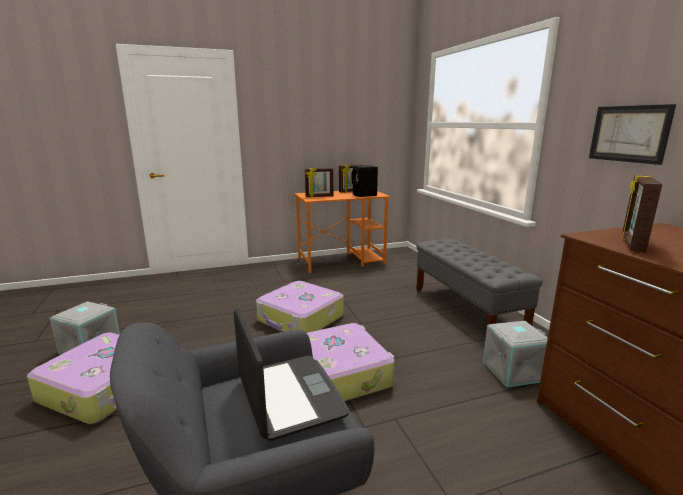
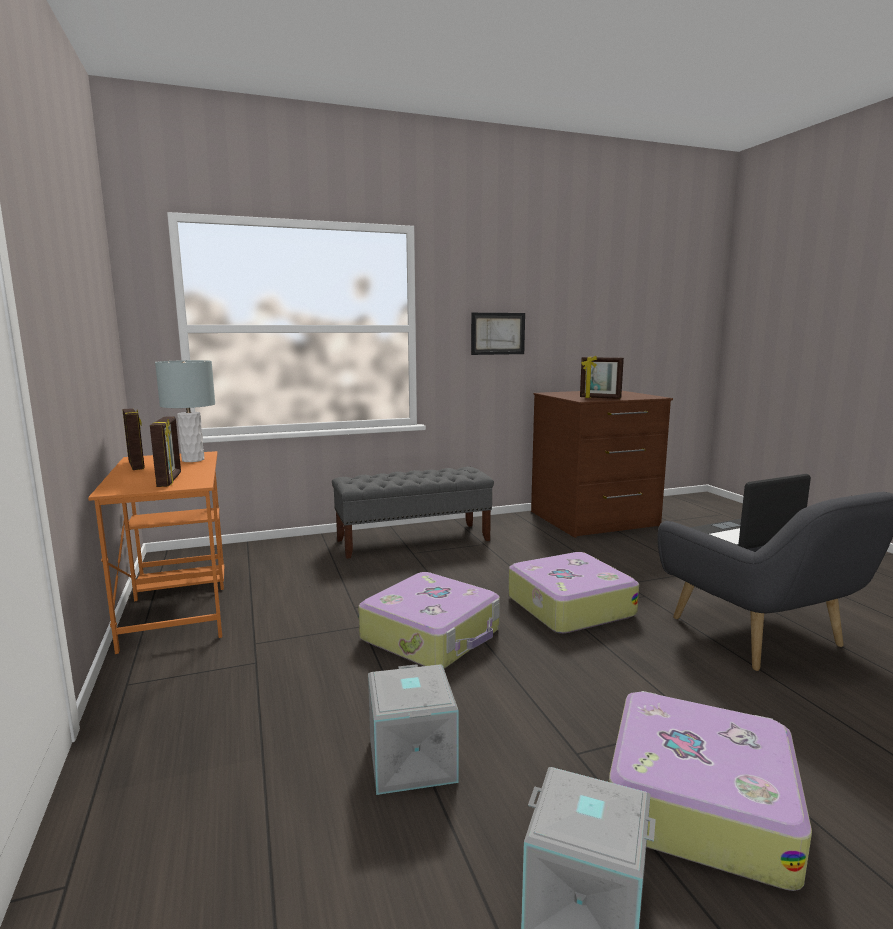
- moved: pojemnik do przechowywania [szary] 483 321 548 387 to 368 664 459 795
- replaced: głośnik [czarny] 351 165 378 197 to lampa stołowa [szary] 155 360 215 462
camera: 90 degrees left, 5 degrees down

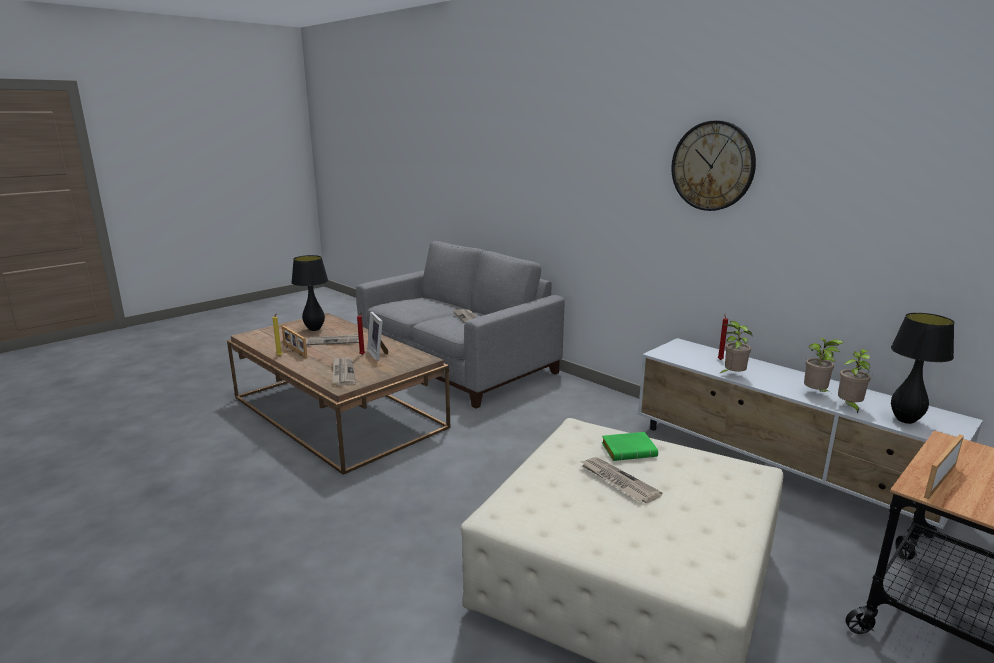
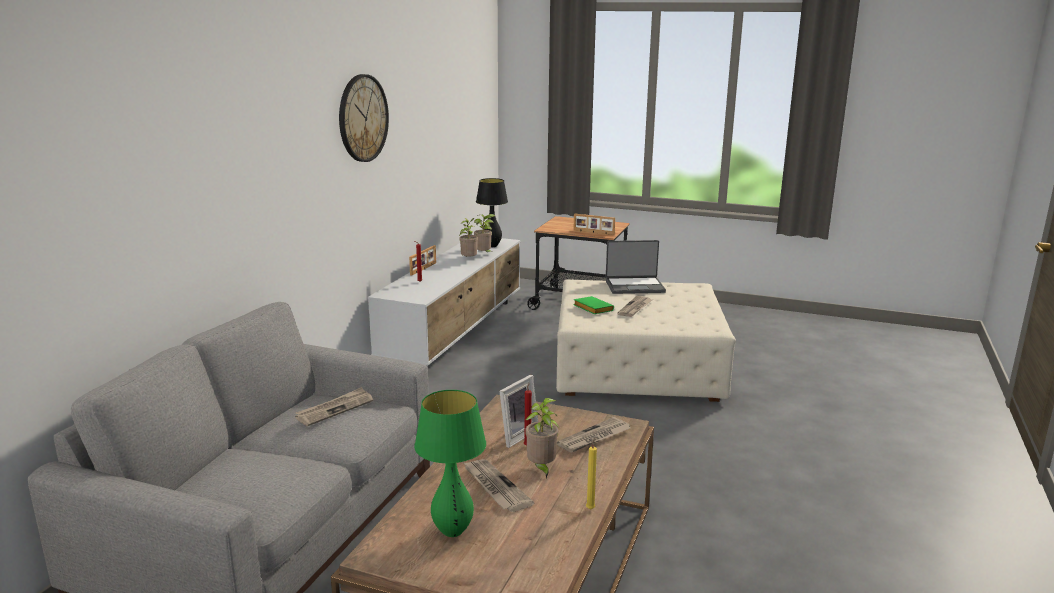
- added: laptop 606 240 666 294
- moved: ramka na zdjęcie 282 325 308 359 to 409 245 436 276
- moved: roślina doniczkowa 719 321 753 374 to 525 398 559 478
- recoloured: lampa stołowa [czarny] 291 255 328 331 to lampa stołowa [zielony] 414 390 486 537
camera: 115 degrees left, 0 degrees up

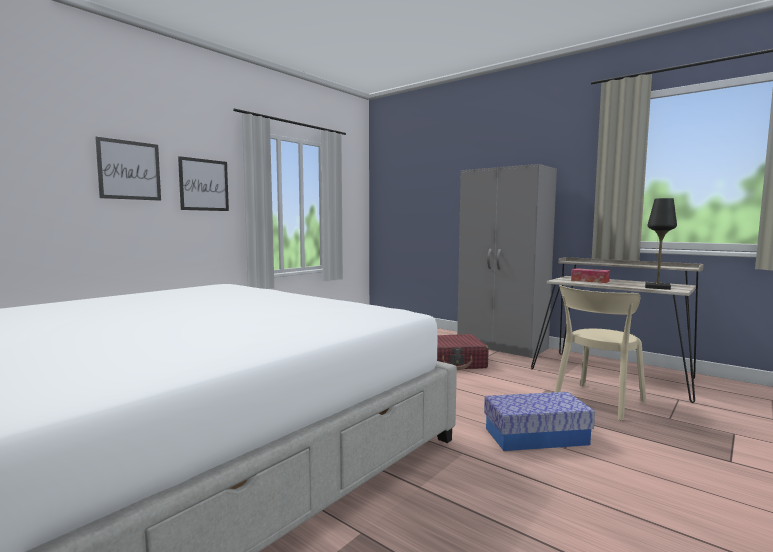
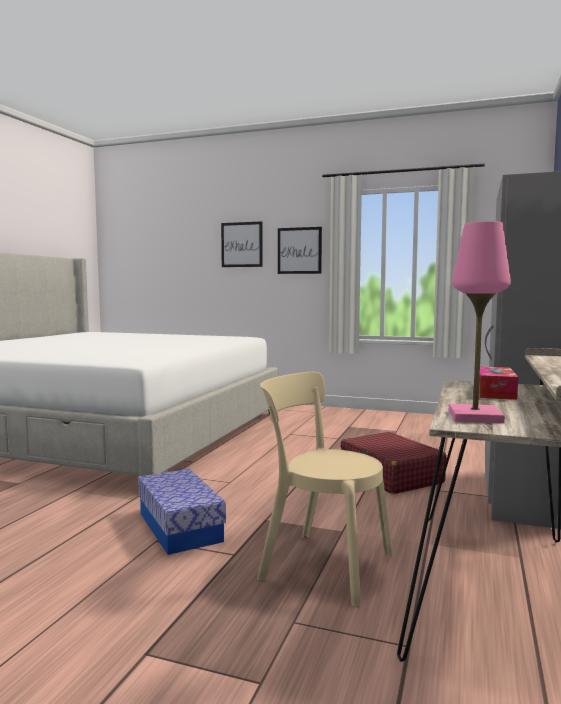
- recoloured: lampa stołowa [czarny] 645 198 677 290 to lampa stołowa [różowy] 449 221 511 423
camera: 70 degrees right, 0 degrees up

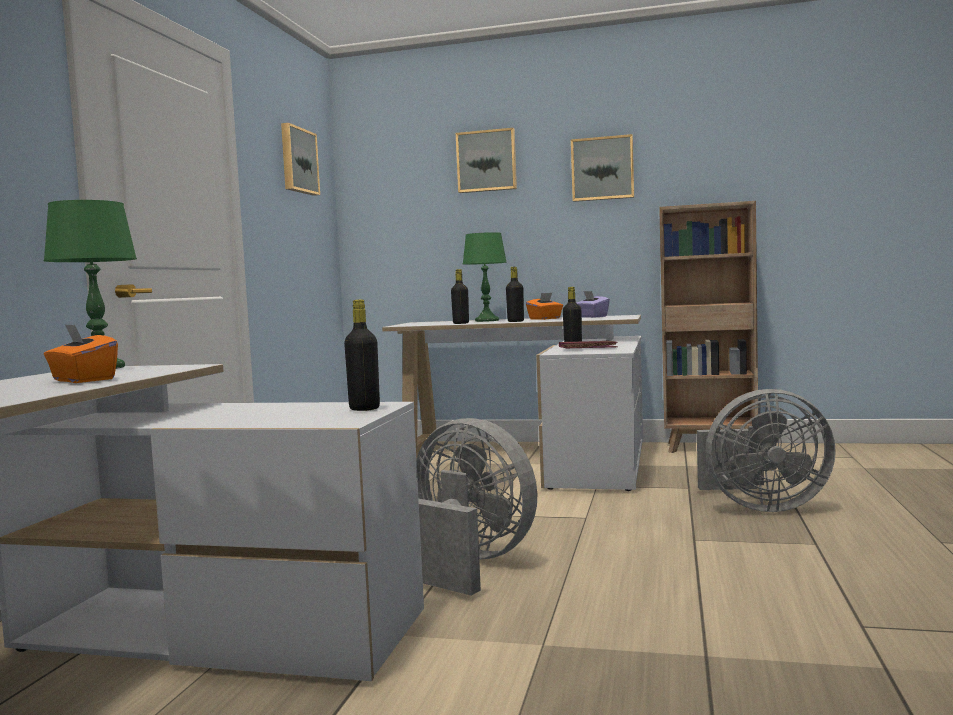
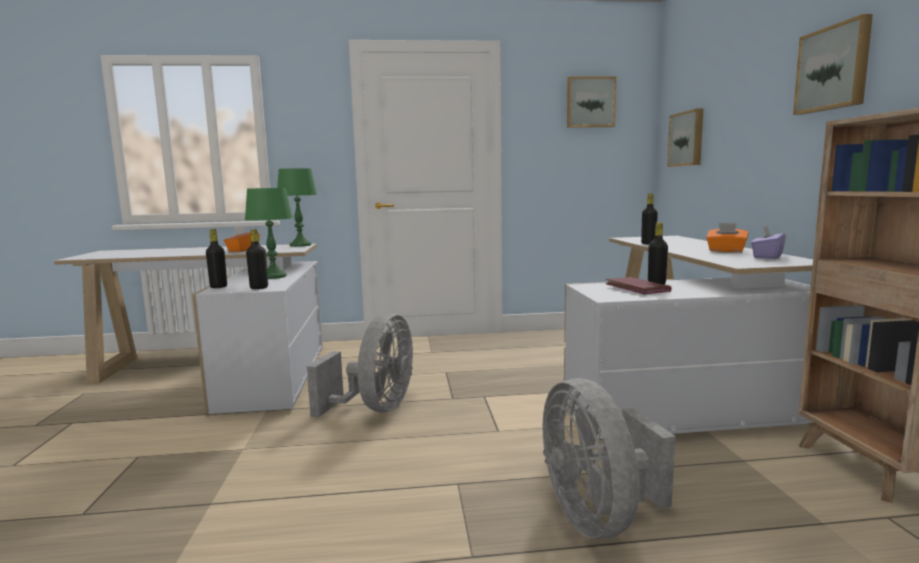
- moved: obraz 456 128 517 193 to 667 108 704 167
- moved: lampa stołowa [zielony] 463 232 507 322 to 245 188 293 279
- moved: butelka [czarny] 506 267 524 322 to 206 229 227 288
camera: 70 degrees right, 5 degrees up

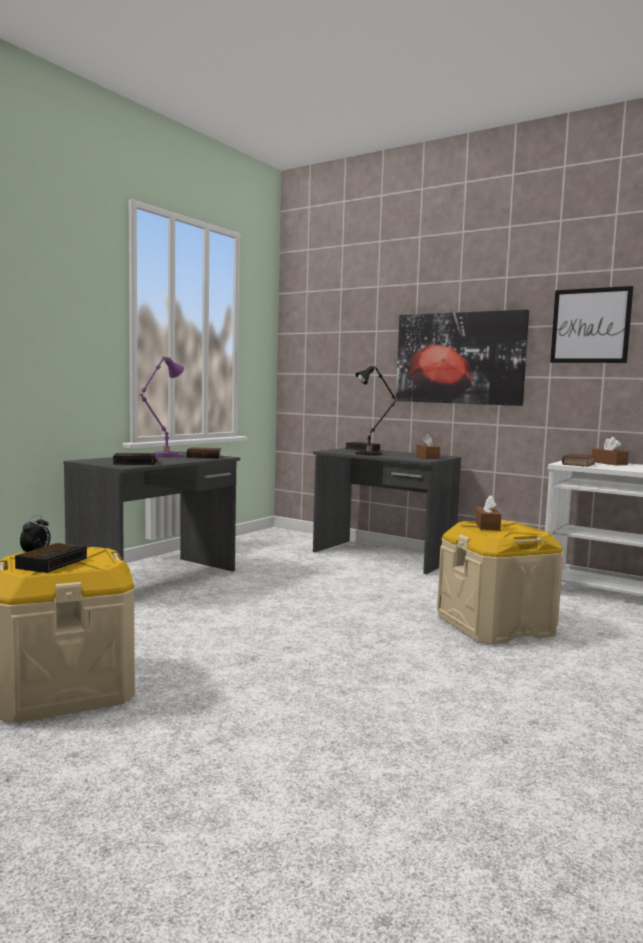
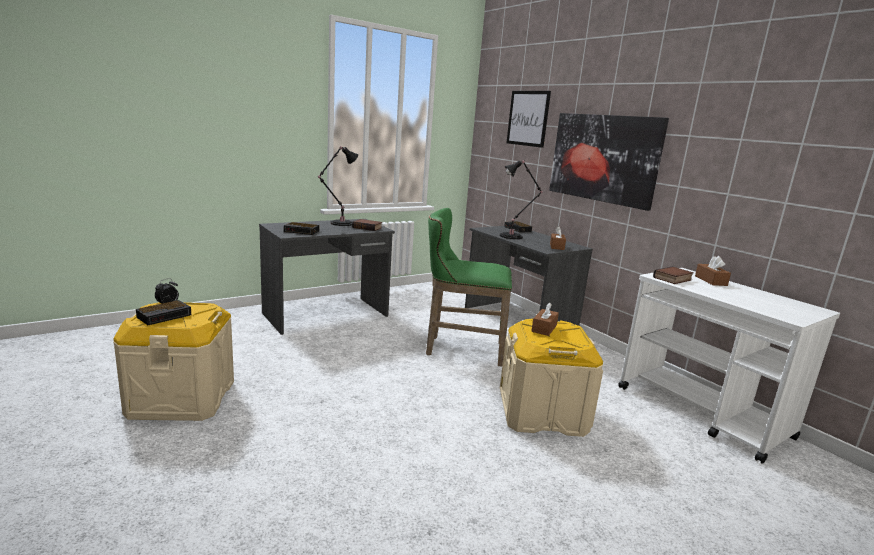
- added: stołek [zielony] 426 208 512 367
- moved: obraz 550 286 634 363 to 506 91 551 148
- recoloured: lampa stołowa [fioletowy] 139 356 184 457 to lampa stołowa [czarny] 318 146 358 226
camera: 20 degrees right, 10 degrees up

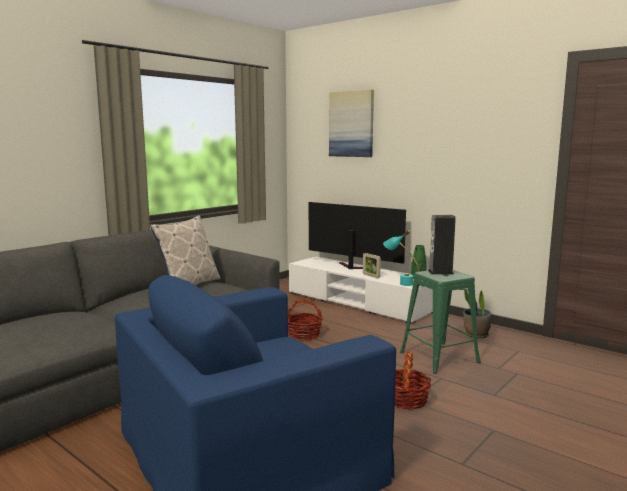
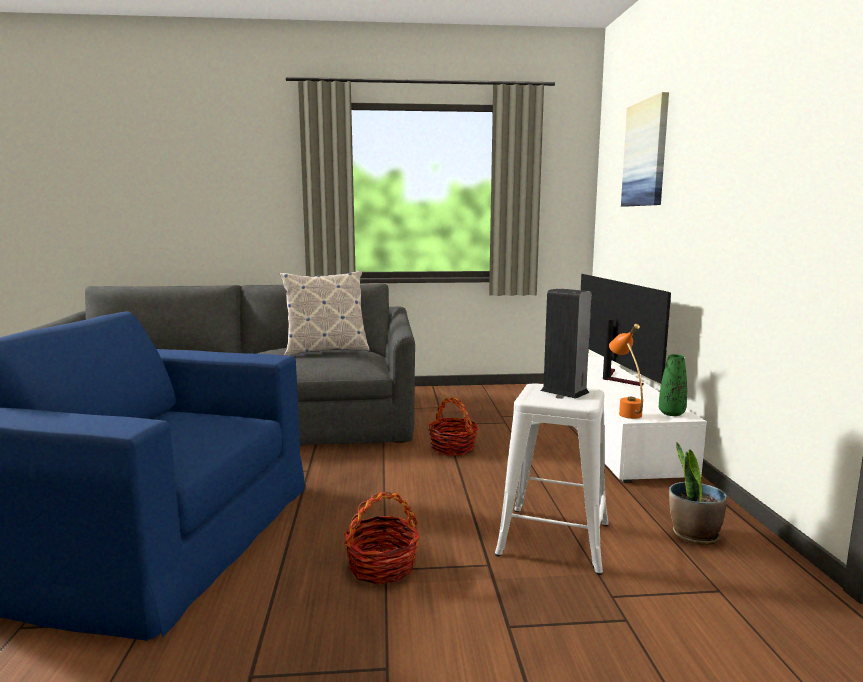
- removed: ramka na zdjęcie 363 253 381 278
- recoloured: lampa stołowa [turkusowy] 383 230 420 286 to lampa stołowa [pomarańczowy] 609 324 643 419
- recoloured: stołek [zielony] 400 270 481 374 to stołek [biały] 494 383 609 575
camera: 45 degrees right, 0 degrees up

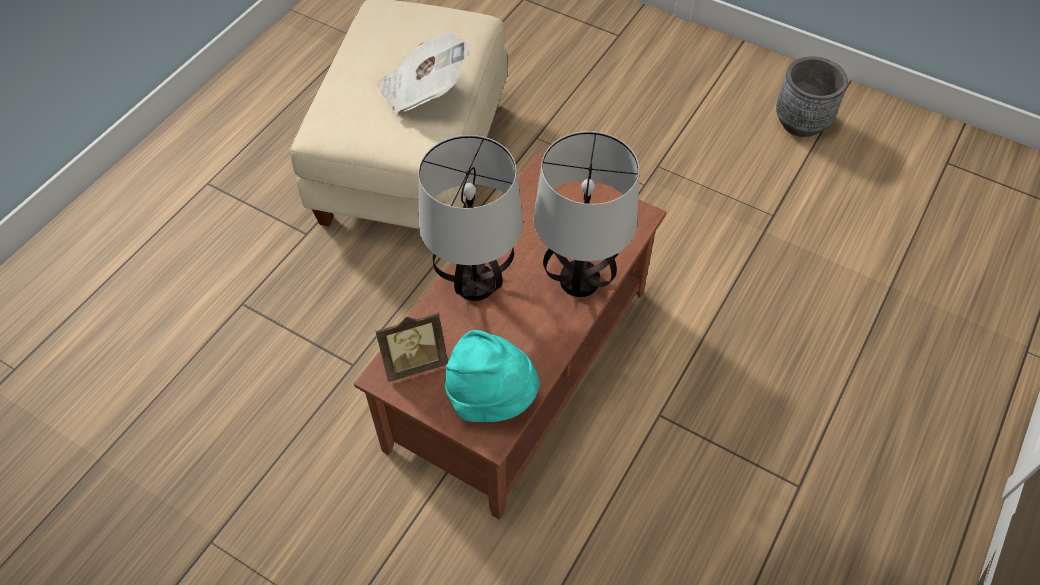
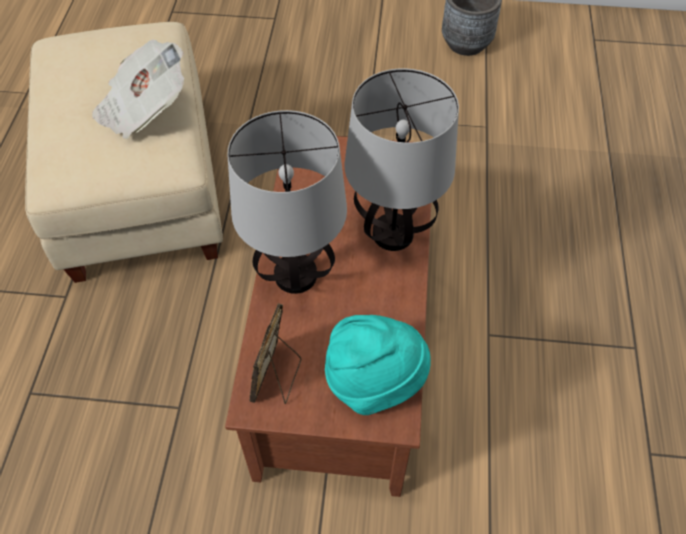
- turned: ramka na zdjęcie 375 311 448 382 = 249 303 301 404 150 degrees clockwise
camera: 25 degrees left, 0 degrees up

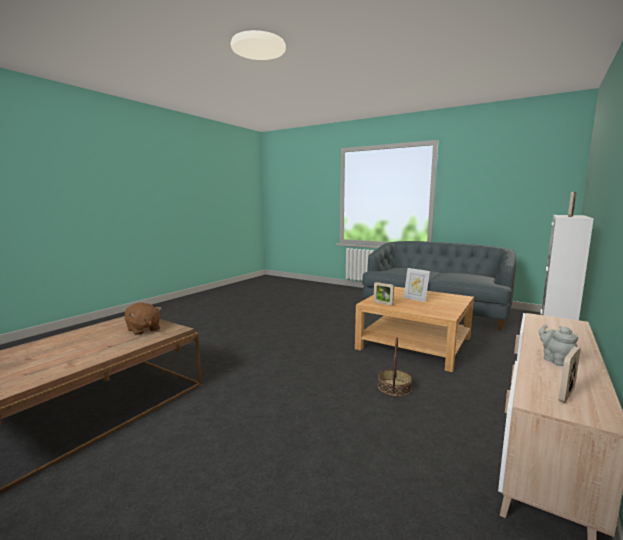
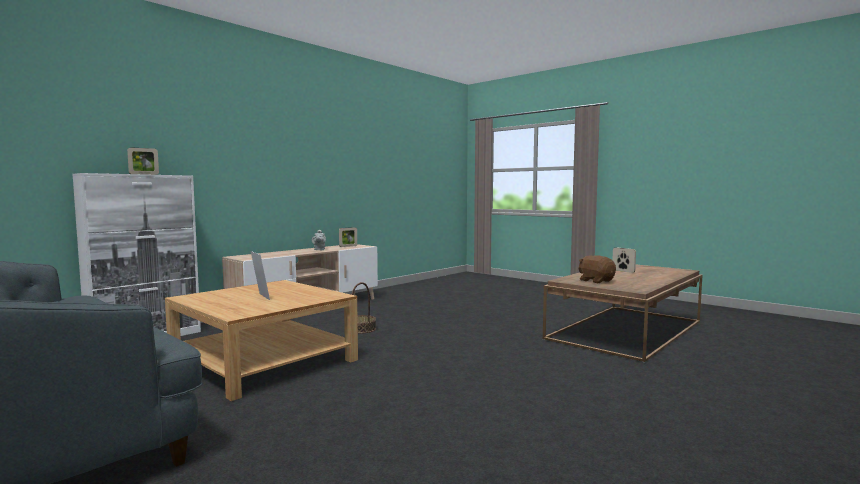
- moved: ramka na zdjęcie 374 282 394 306 to 612 247 636 273
camera: 170 degrees left, 5 degrees down

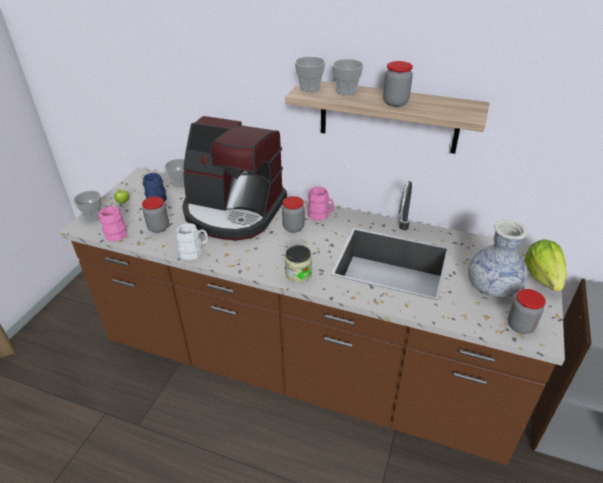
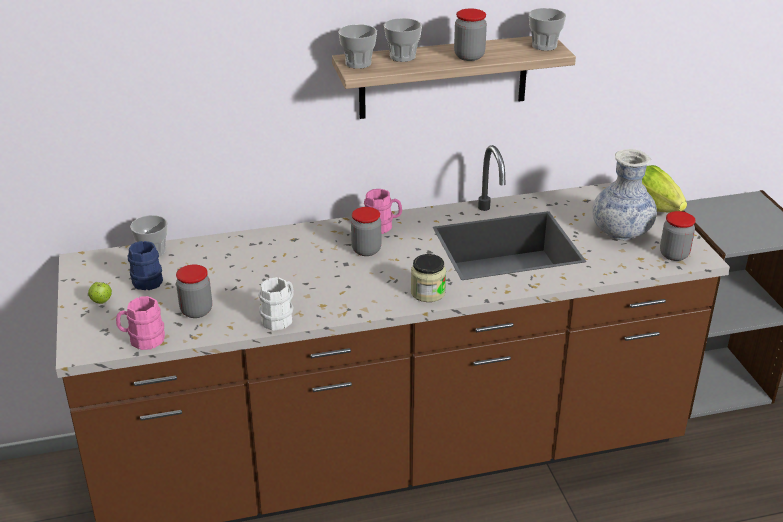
- removed: ekspres do kawy 182 116 287 241
- moved: filiżanka 73 191 102 222 to 529 8 566 51
camera: 35 degrees left, 5 degrees down

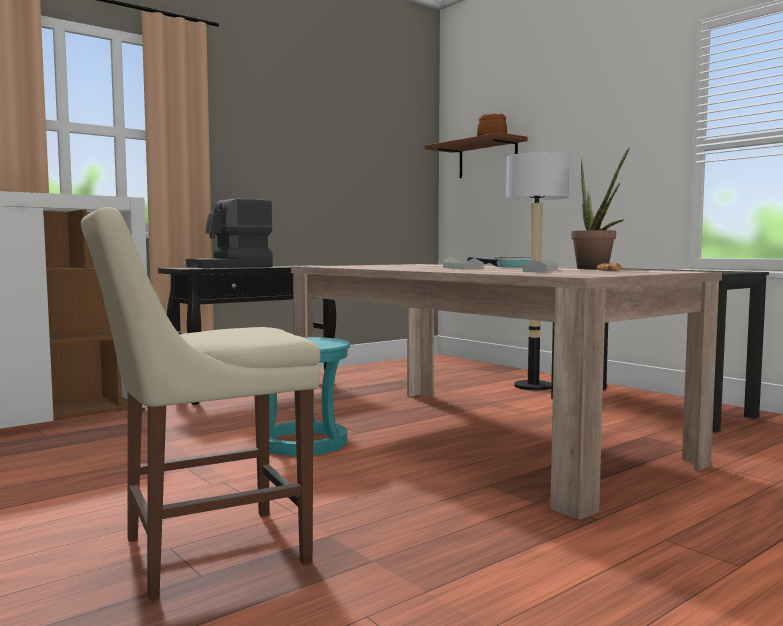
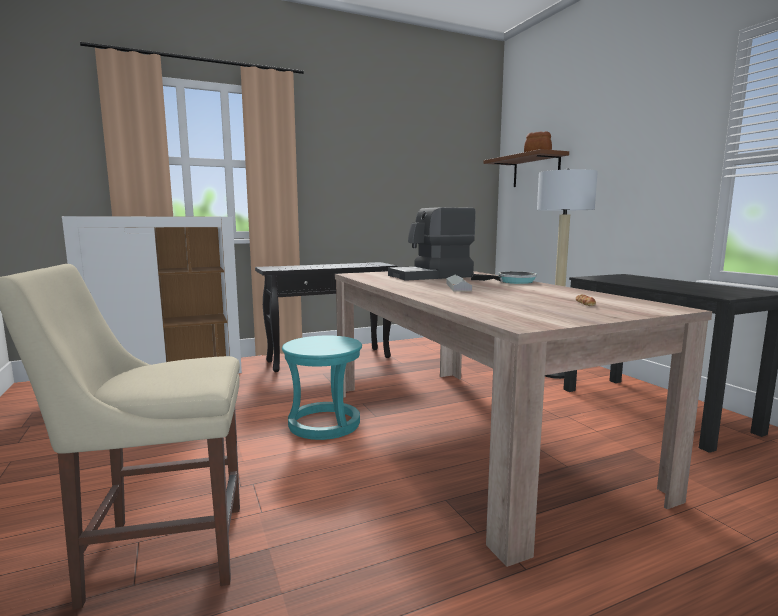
- removed: taca [szary] 523 258 558 272
- removed: roślina doniczkowa 571 147 630 269
- moved: ekspres do kawy 186 198 273 268 to 388 207 476 281
camera: 15 degrees right, 5 degrees up

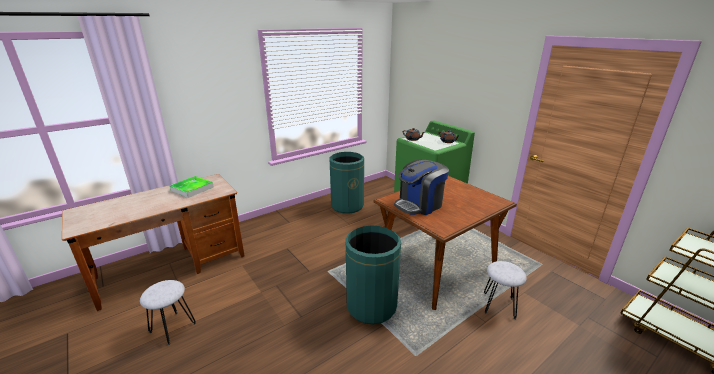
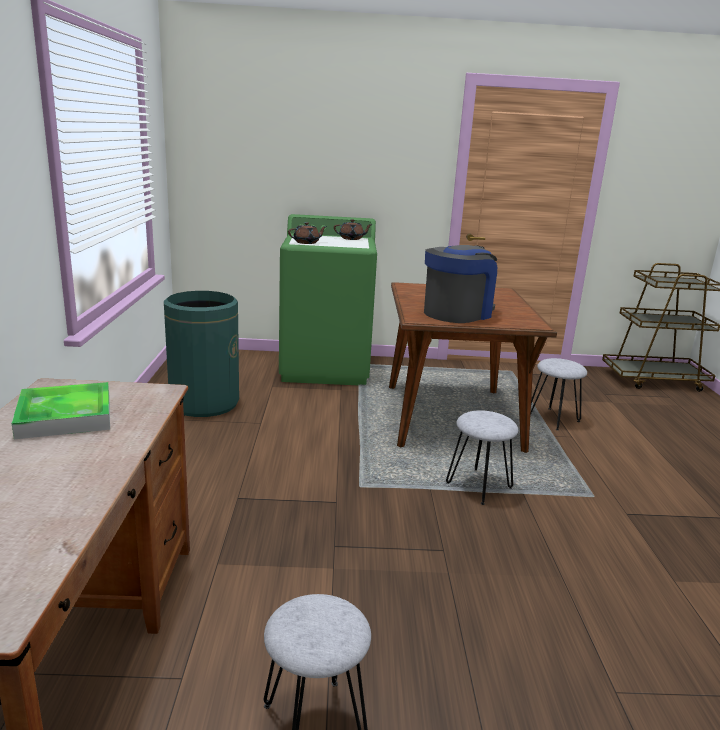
- replaced: kosz na śmieci [zielony] 346 225 401 325 to stołek [szary] 446 410 518 505
- turned: ekspres do kawy 394 160 449 215 = 424 245 497 323 135 degrees counterclockwise
camera: 55 degrees left, 5 degrees down

